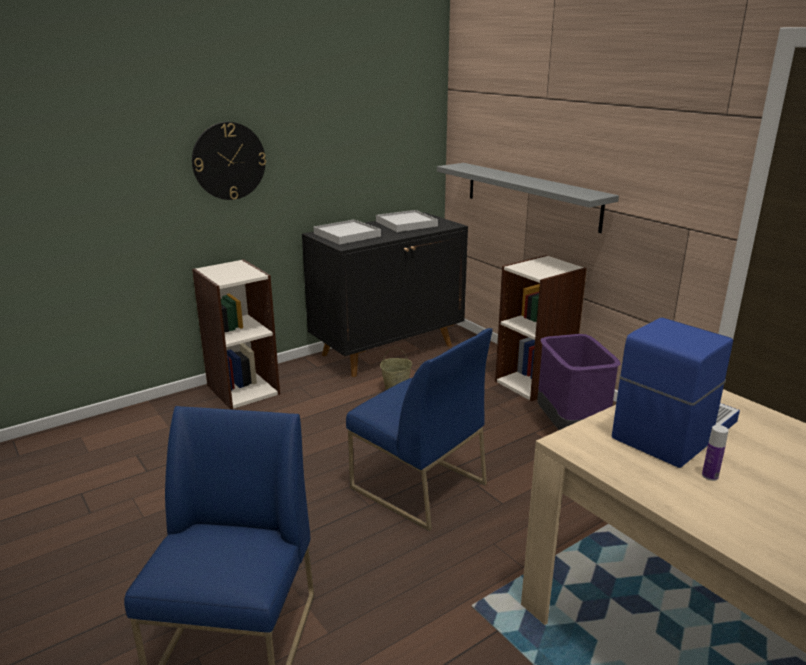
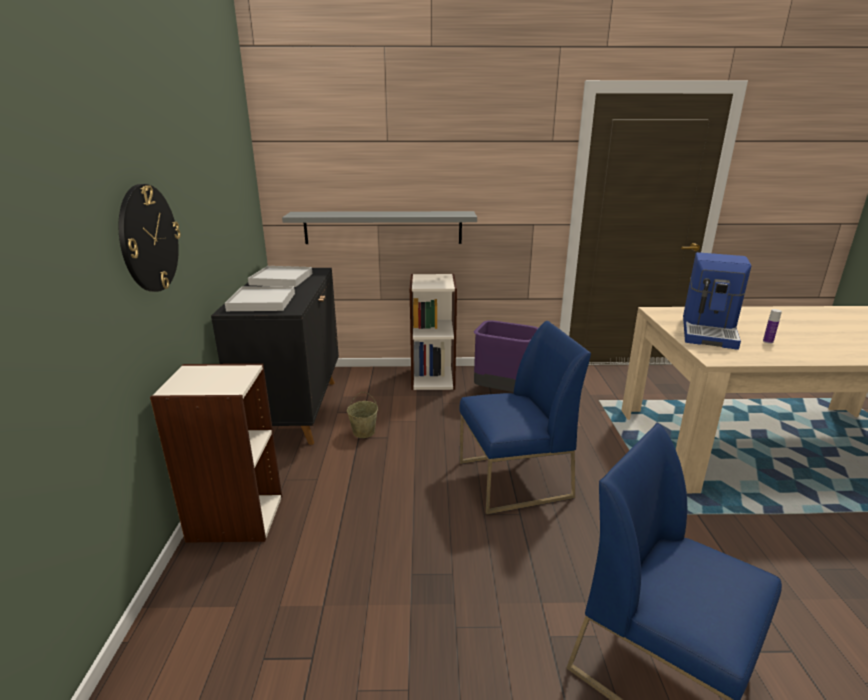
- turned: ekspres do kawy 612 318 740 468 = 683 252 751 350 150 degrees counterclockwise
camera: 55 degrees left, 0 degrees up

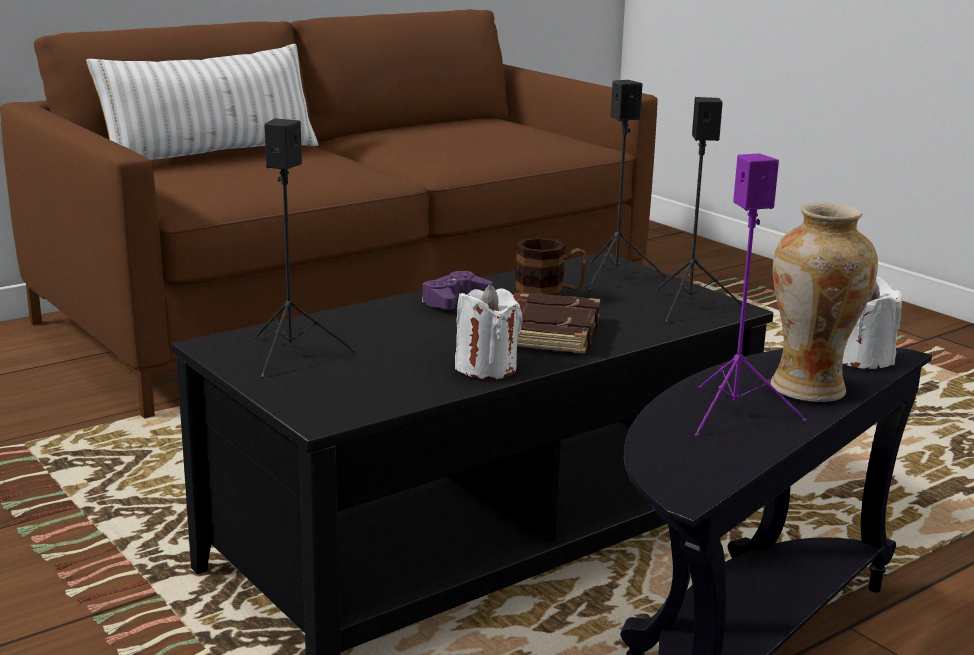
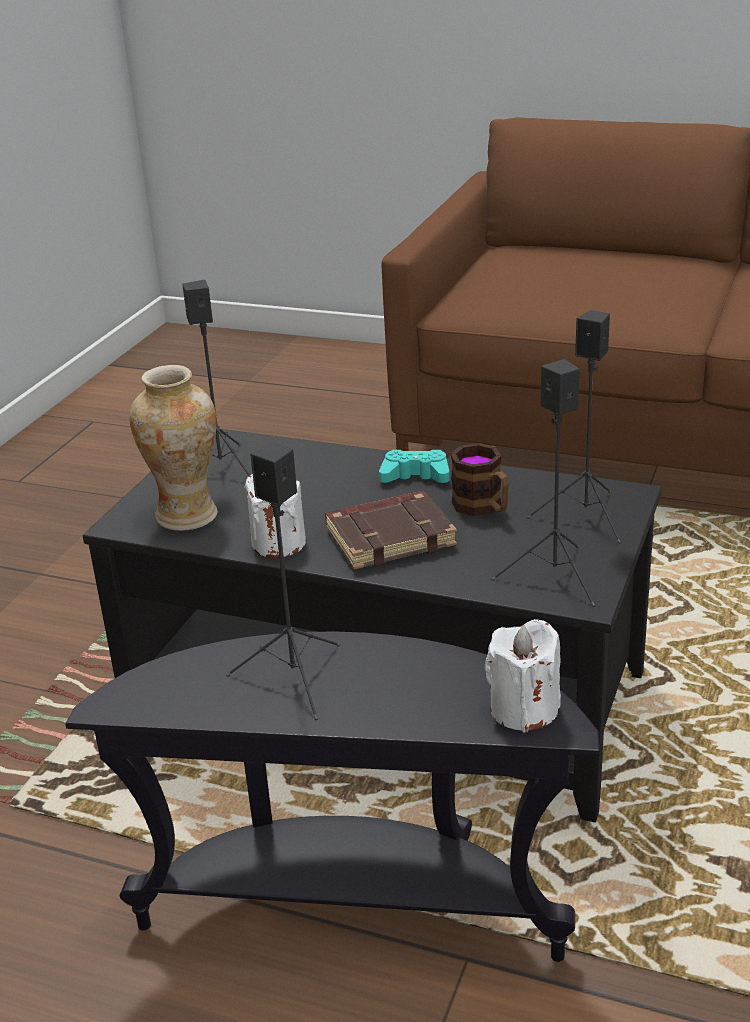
- removed: poduszka [biały] 86 44 319 160
- moved: wazon 770 202 878 402 to 129 365 218 531
- recoloured: pad do gier [fioletowy] 422 271 493 309 to pad do gier [turkusowy] 379 450 450 483
- recoloured: głośnik [fioletowy] 695 153 807 436 to głośnik [czarny] 226 443 340 720
camera: 60 degrees right, 10 degrees up

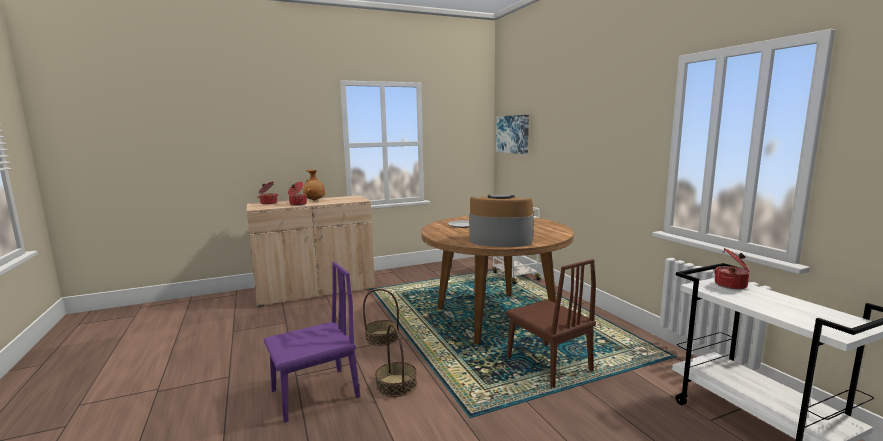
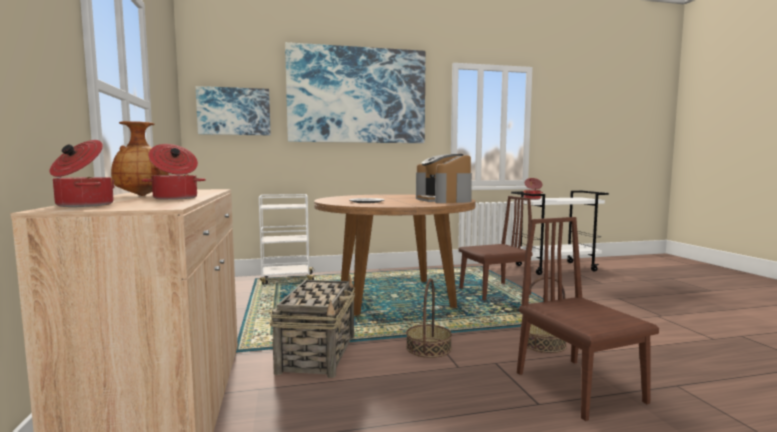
- added: koszyk 270 275 355 378
- added: obraz 285 42 425 143
- recoloured: krzesło [fioletowy] 264 261 360 423 to krzesło [brązowy] 517 217 659 421
- turned: ekspres do kawy 469 195 534 247 = 416 154 472 203 45 degrees counterclockwise
camera: 80 degrees left, 5 degrees down

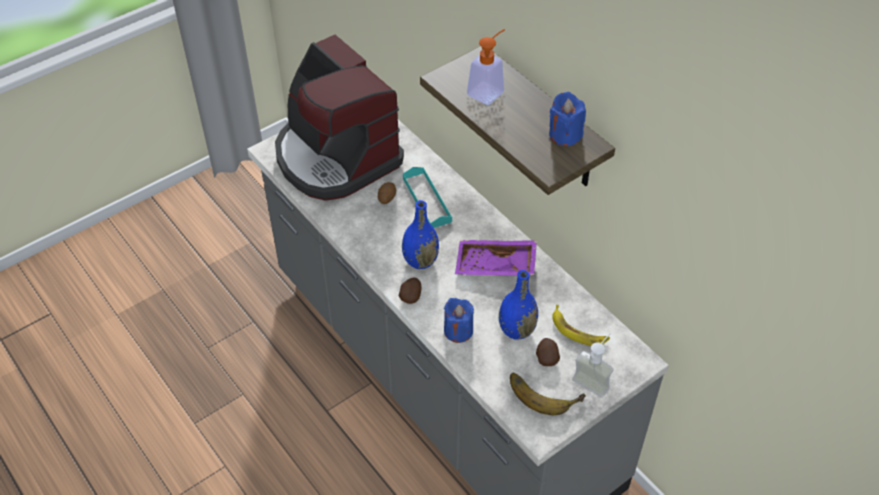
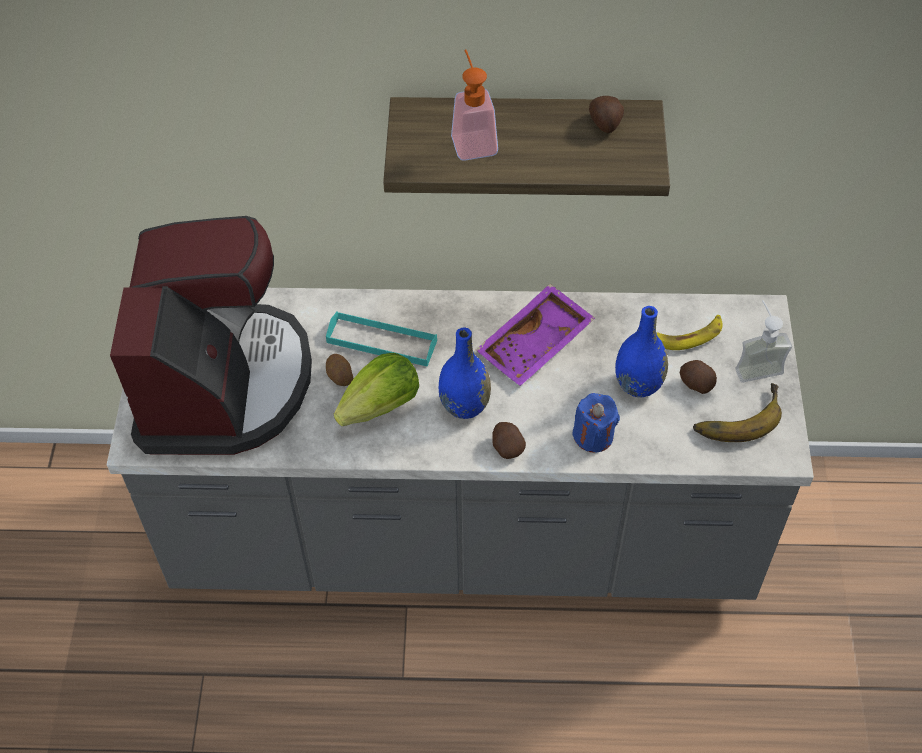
- added: sałata 334 353 419 426
- replaced: świeca [niebieski] 549 92 586 146 to ziemniak 589 96 624 133
- turned: ekspres do kawy 275 35 404 201 = 110 216 312 455 90 degrees counterclockwise
camera: 50 degrees left, 5 degrees up

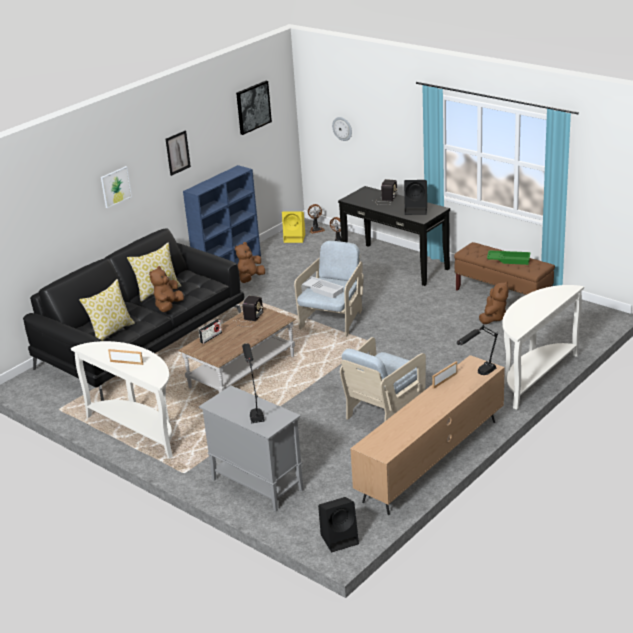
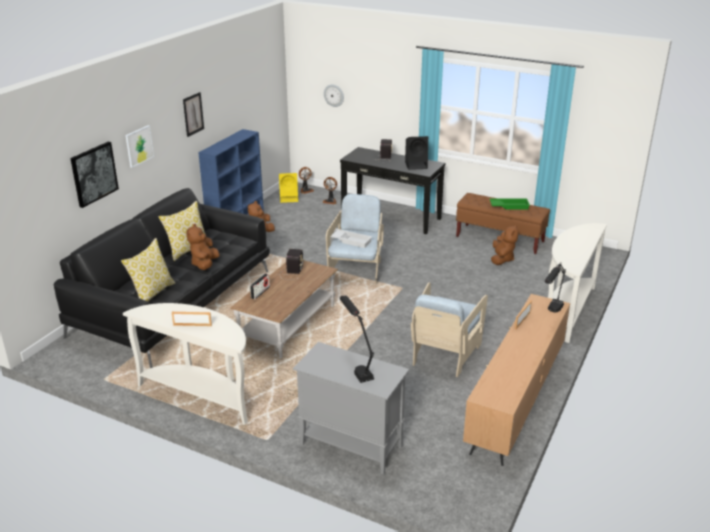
- removed: głośnik [czarny] 318 497 359 553
- moved: obraz 236 81 272 135 to 70 142 119 208
camera: 15 degrees left, 0 degrees up

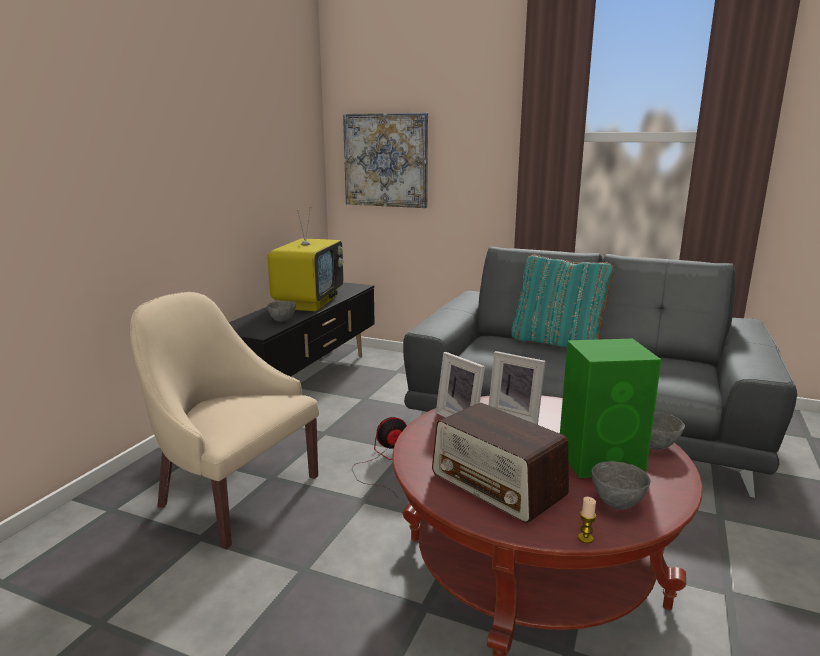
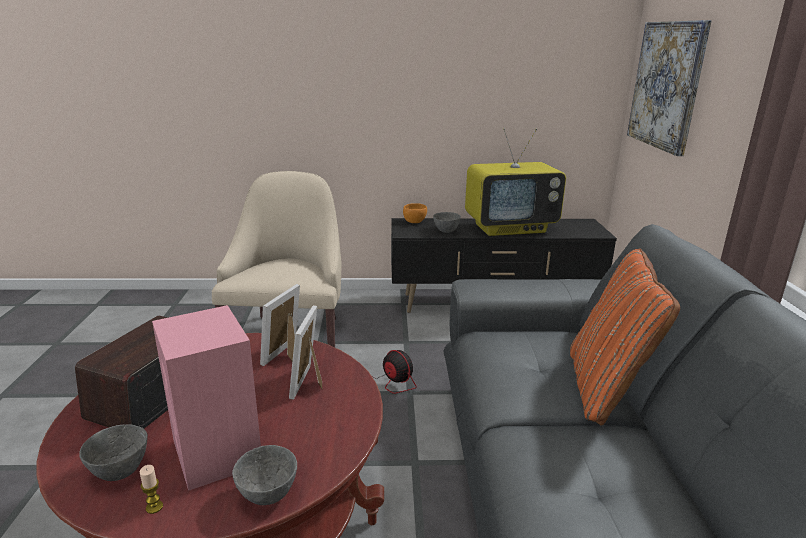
- added: miska [pomarańczowy] 403 203 427 223
- moved: świeca 578 497 596 543 to 140 465 163 514
- recoloured: poduszka [turkusowy] 511 255 614 348 to poduszka [pomarańczowy] 570 248 680 426
- recoloured: głośnik [zielony] 560 339 662 478 to głośnik [różowy] 152 305 261 491
camera: 65 degrees right, 5 degrees up

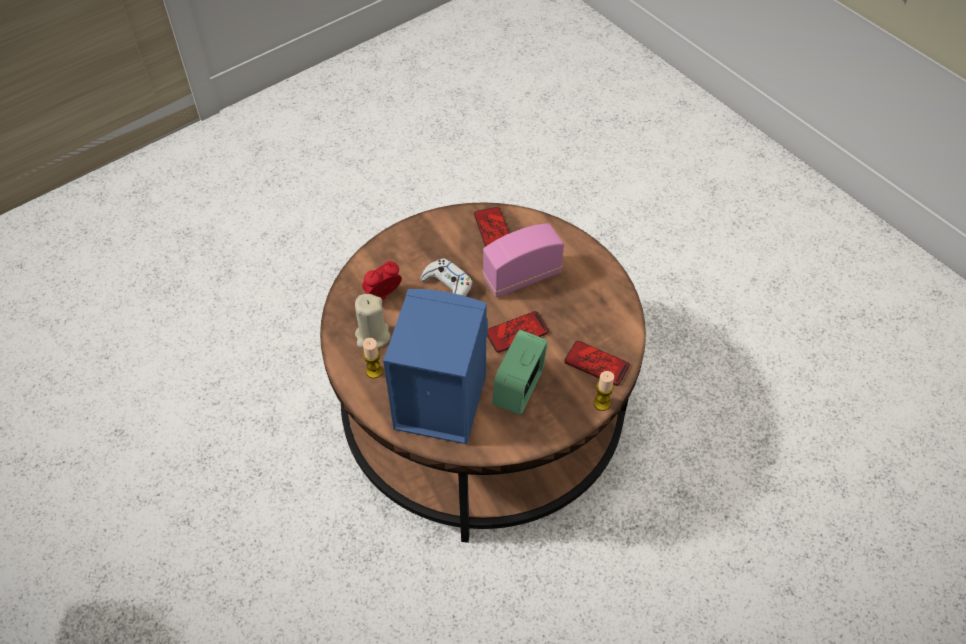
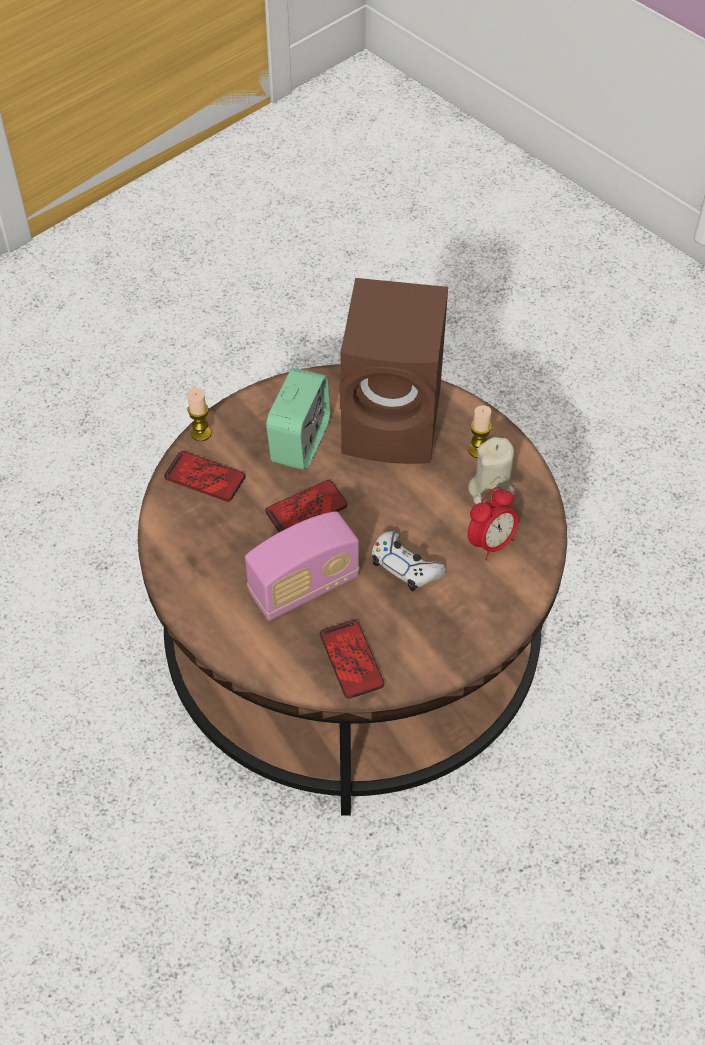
- recoloured: głośnik [niebieski] 383 289 488 444 to głośnik [brązowy] 340 278 448 464
camera: 175 degrees right, 0 degrees up

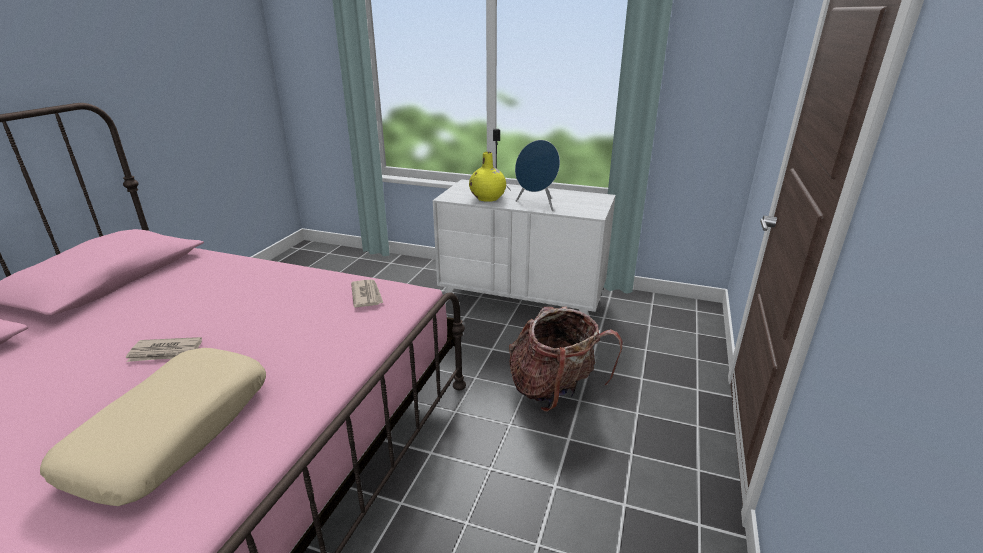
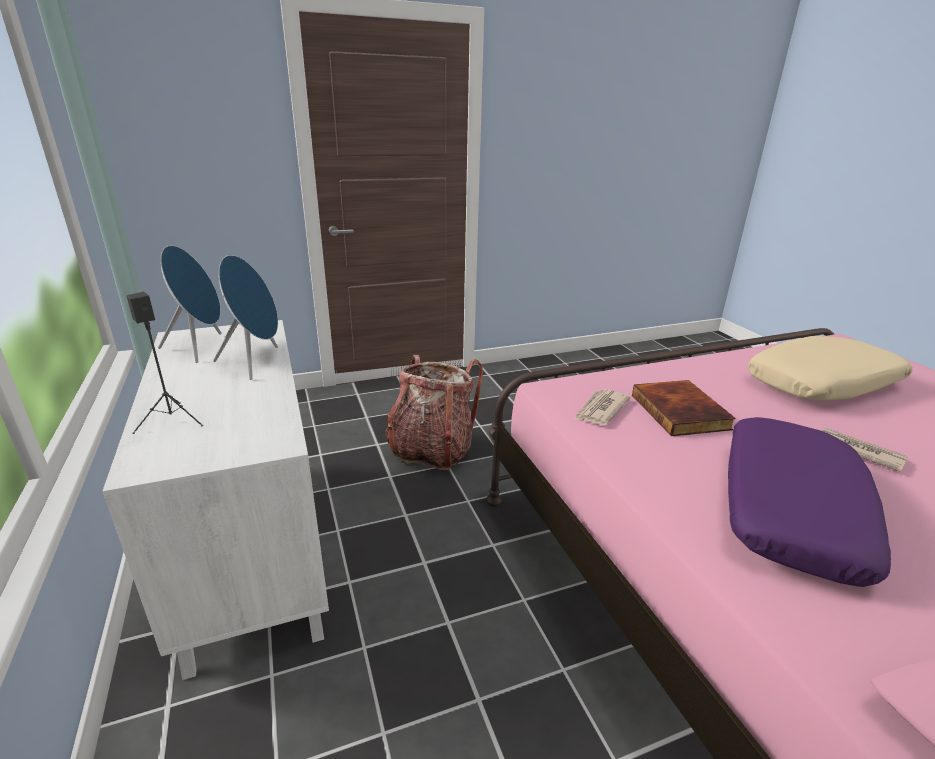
- removed: wazon [żółty] 469 152 506 202
- added: głośnik [niebieski] 158 245 222 363
- added: książka 632 380 736 436
- added: poduszka [fioletowy] 728 417 891 587
camera: 130 degrees left, 0 degrees up

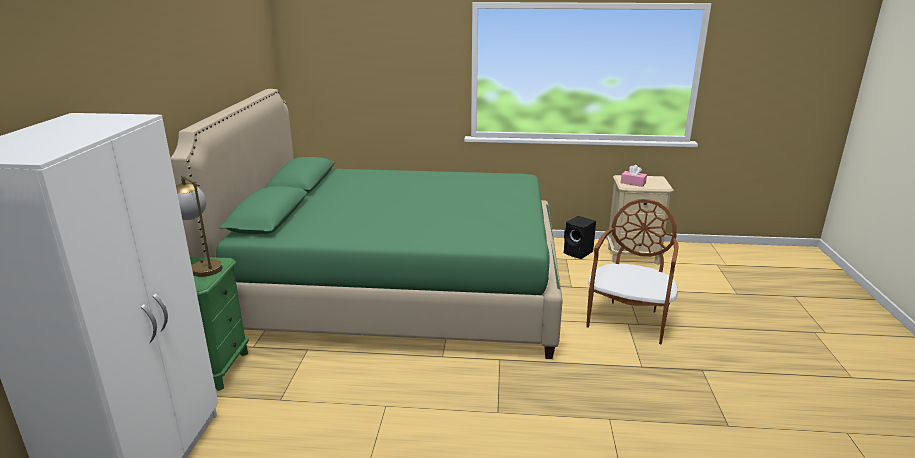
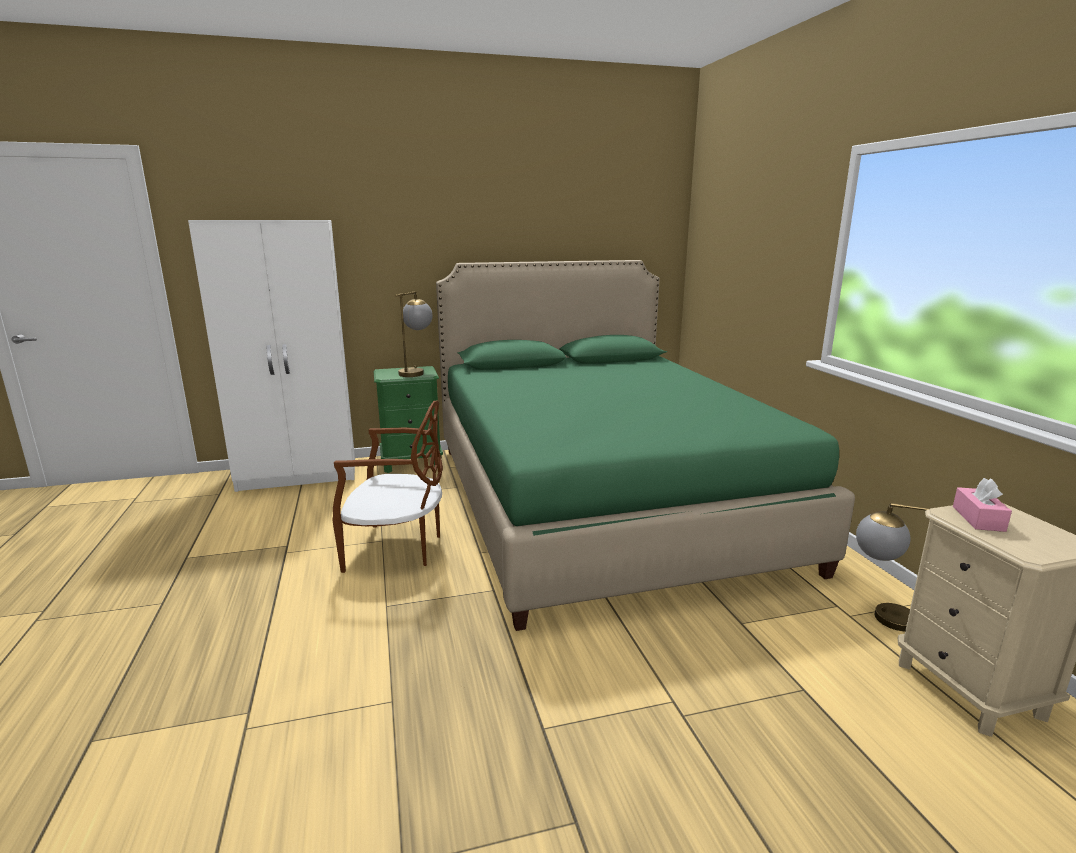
- moved: krzesło [brązowy] 586 199 679 344 to 332 401 443 573
- replaced: głośnik [czarny] 564 216 596 259 to lampa stołowa 856 503 934 631
camera: 70 degrees right, 5 degrees down

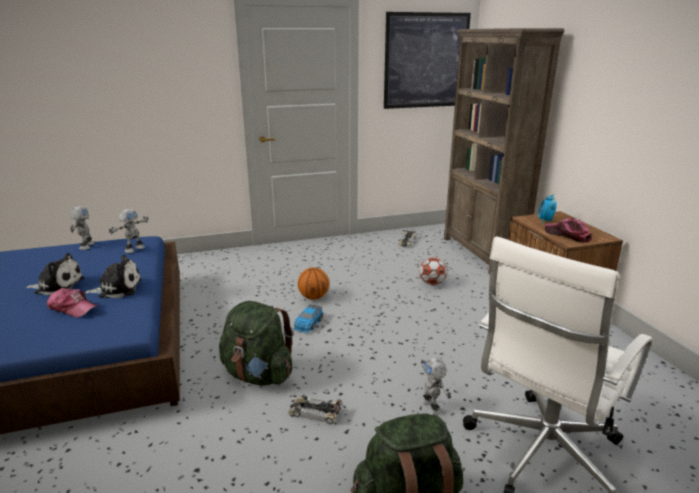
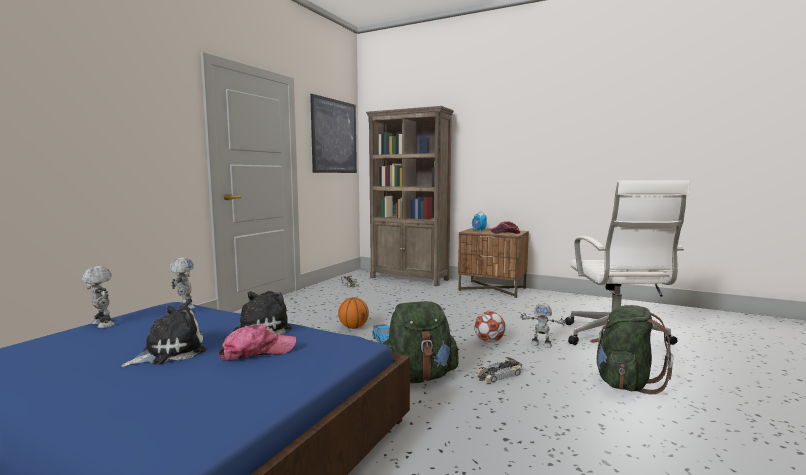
- moved: piłka futbolowa 419 257 447 285 to 474 311 506 343
camera: 45 degrees left, 15 degrees down

